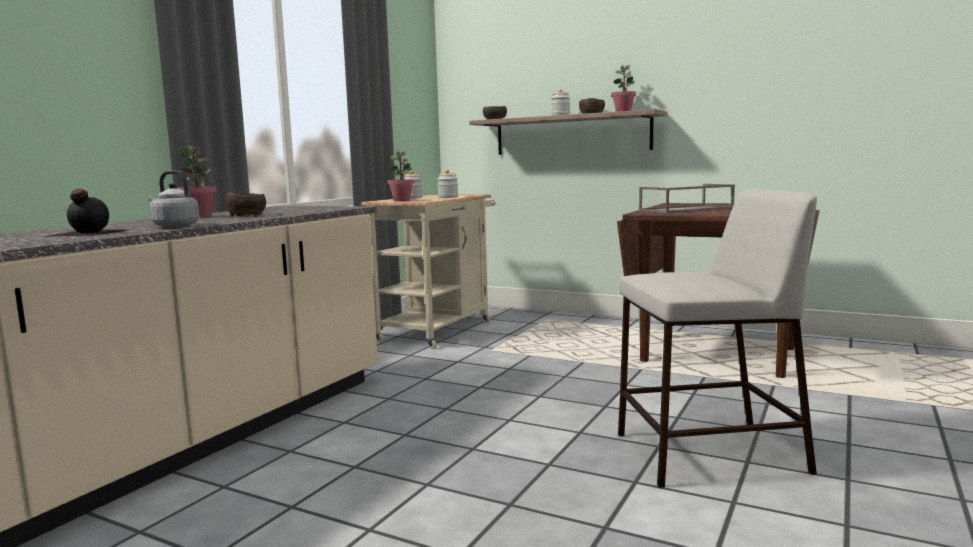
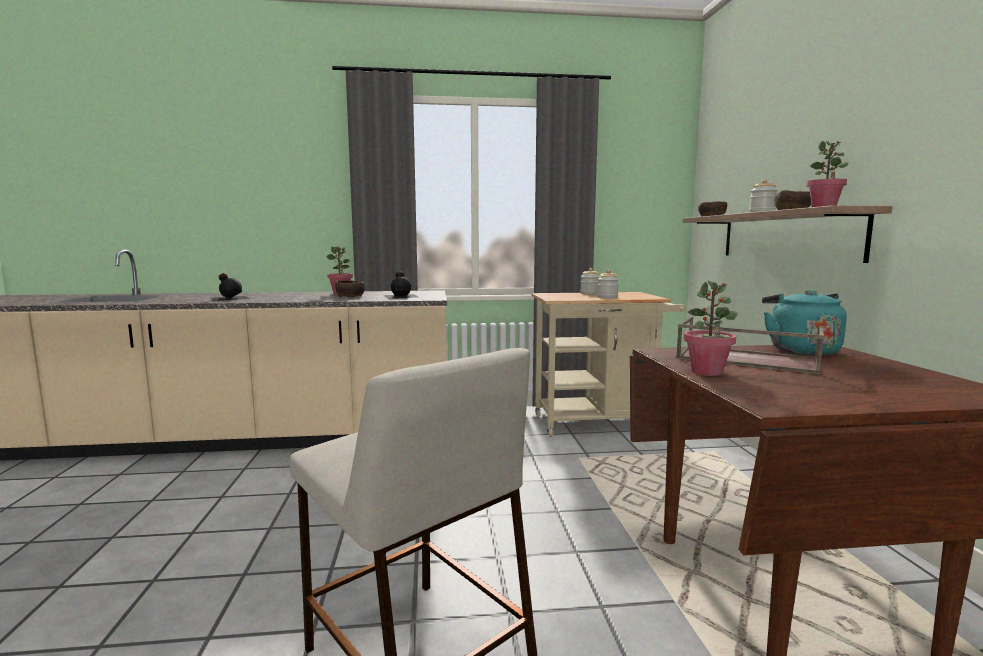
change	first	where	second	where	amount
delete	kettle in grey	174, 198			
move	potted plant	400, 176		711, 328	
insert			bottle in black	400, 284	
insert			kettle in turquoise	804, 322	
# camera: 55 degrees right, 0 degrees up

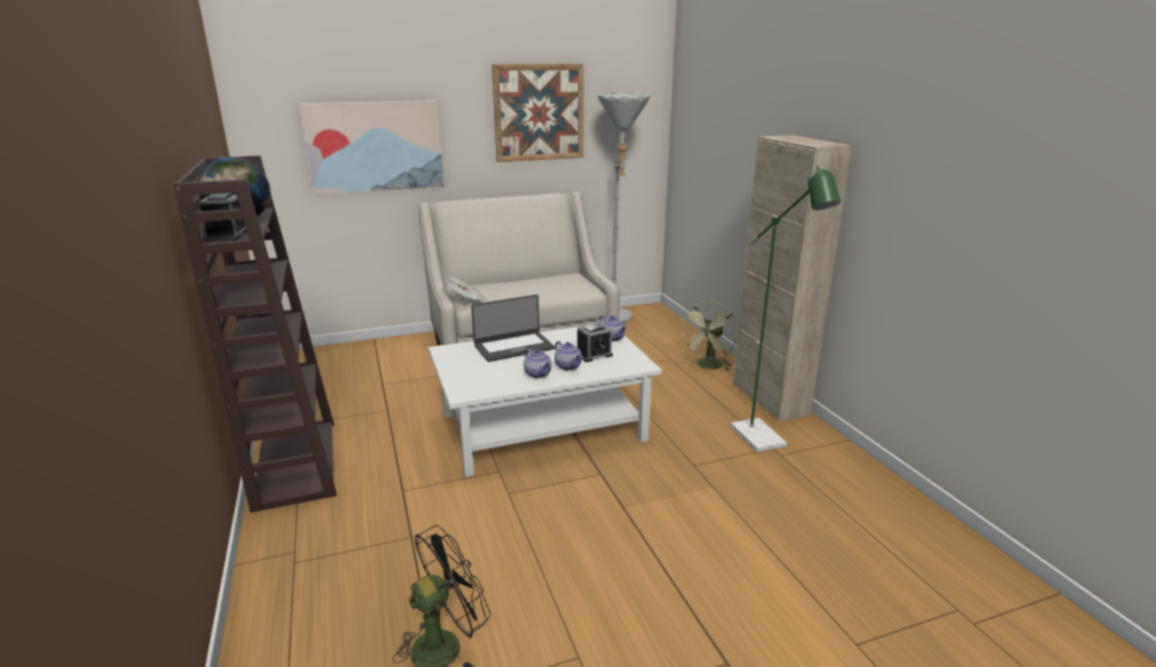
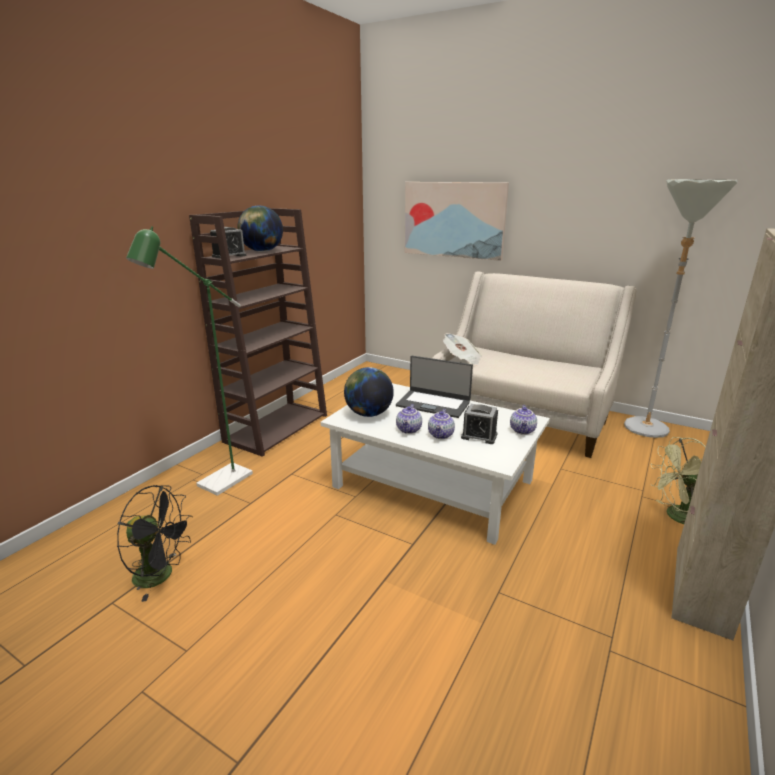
change	first	where	second	where	amount
delete	picture	538, 113			
move	floor lamp in green	786, 309		189, 361	
insert			globe	369, 392	
# camera: 50 degrees right, 0 degrees up

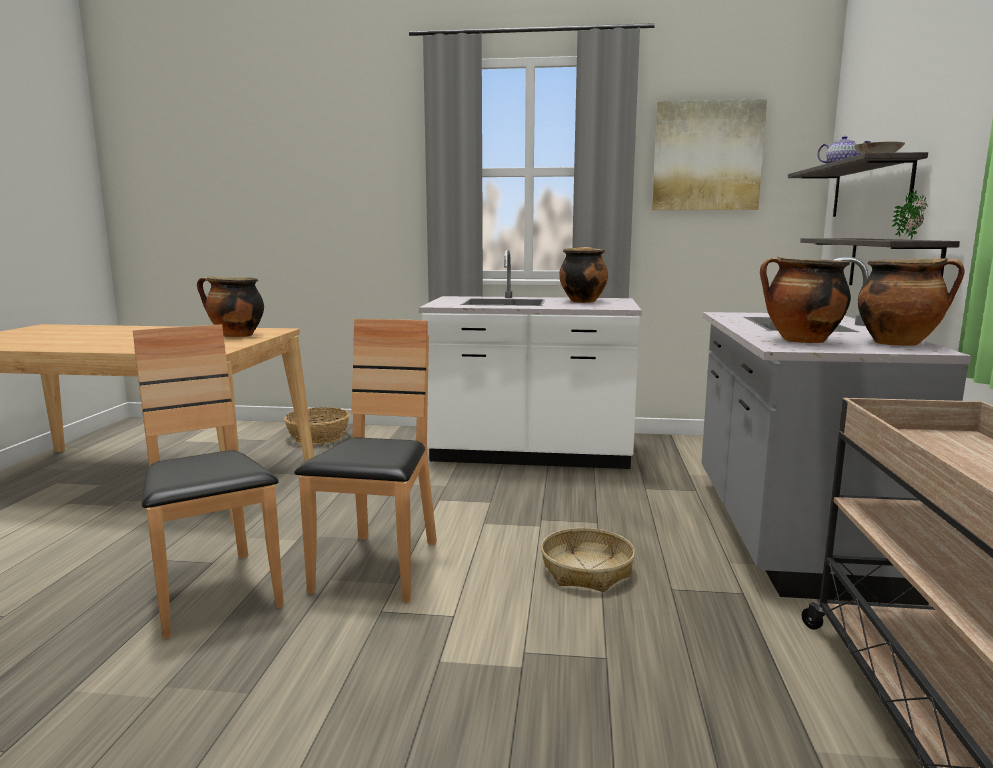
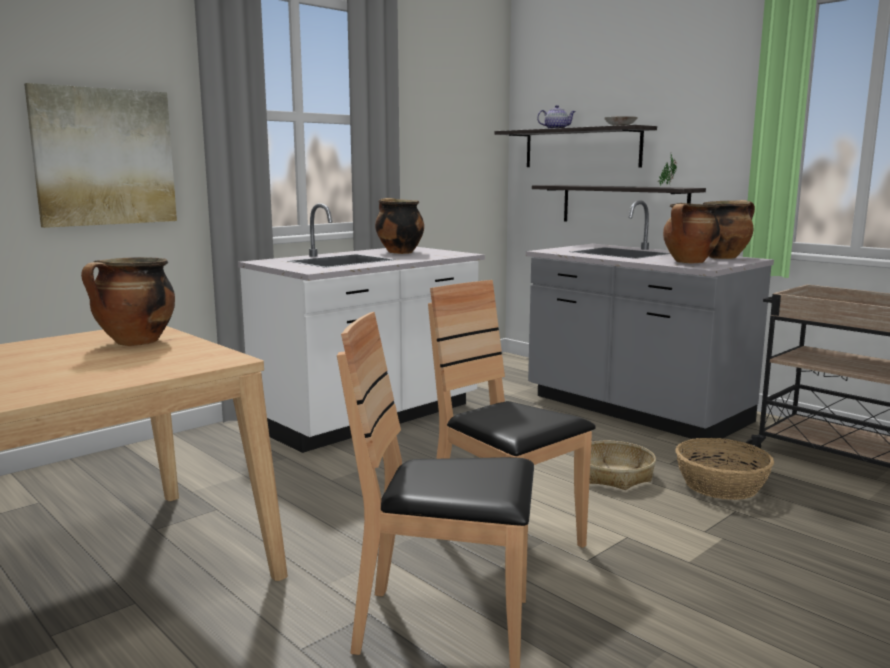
change	first	where	second	where	amount
move	basket	317, 426		725, 469	
move	picture	709, 154		100, 155	
# camera: 50 degrees left, 0 degrees up

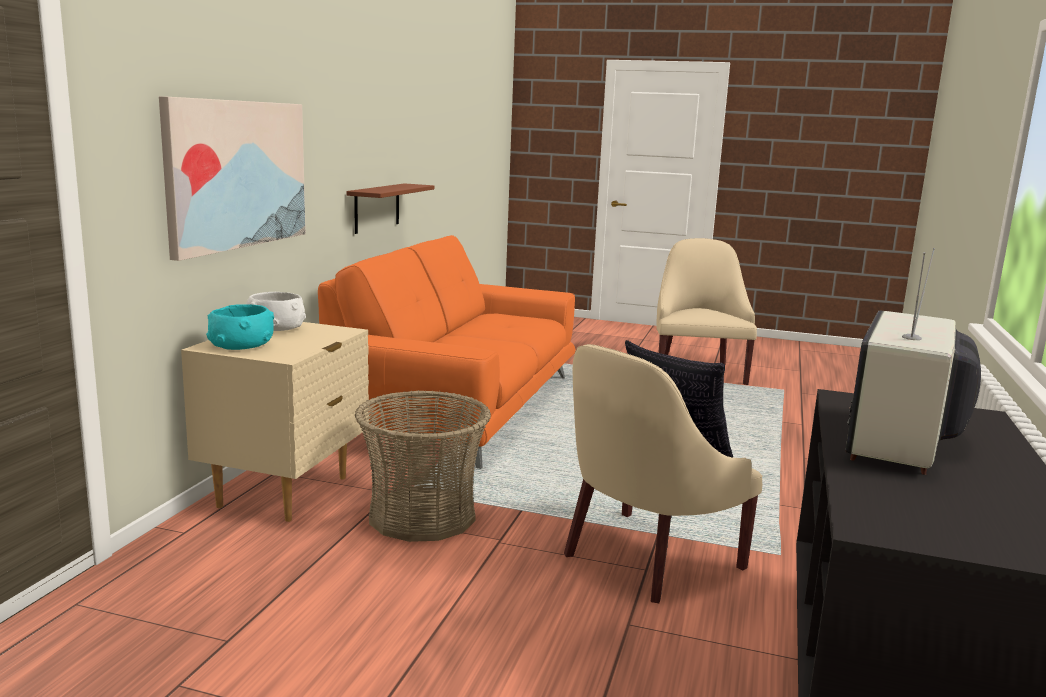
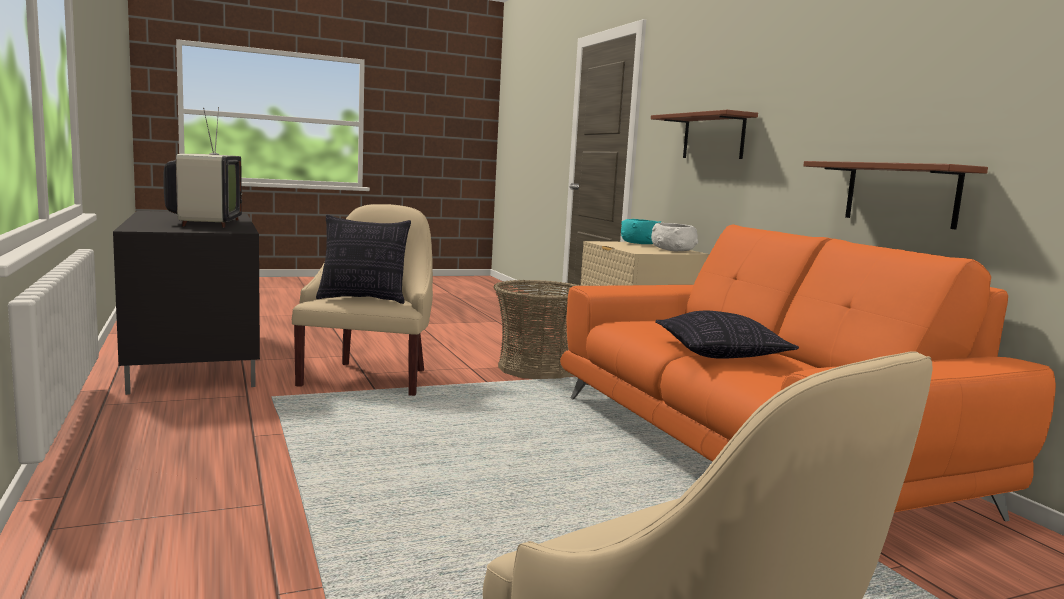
change	first	where	second	where	amount
replace	picture	232, 178	shelf in brown	704, 134	
insert			pillow	727, 335	
# camera: 140 degrees right, 5 degrees down

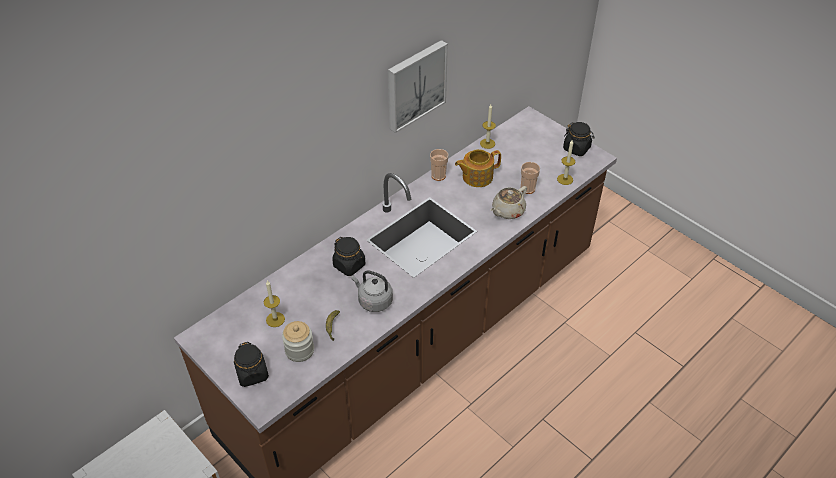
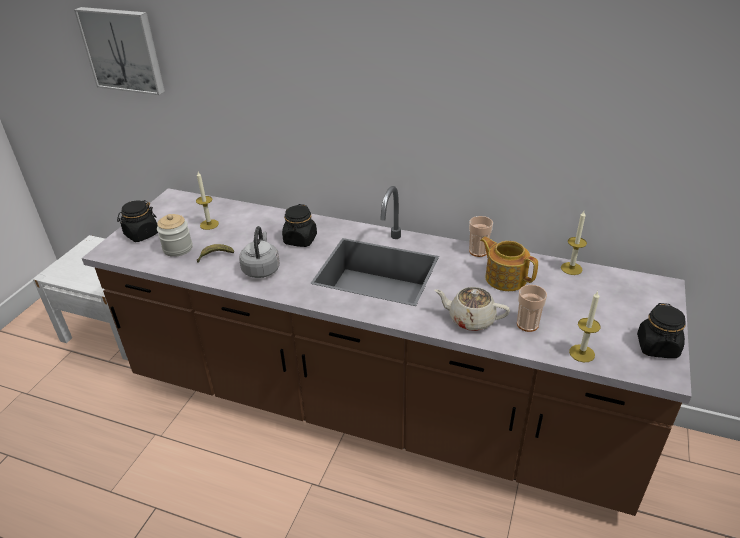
change	first	where	second	where	amount
move	picture	418, 86		119, 51	
# camera: 65 degrees right, 10 degrees down

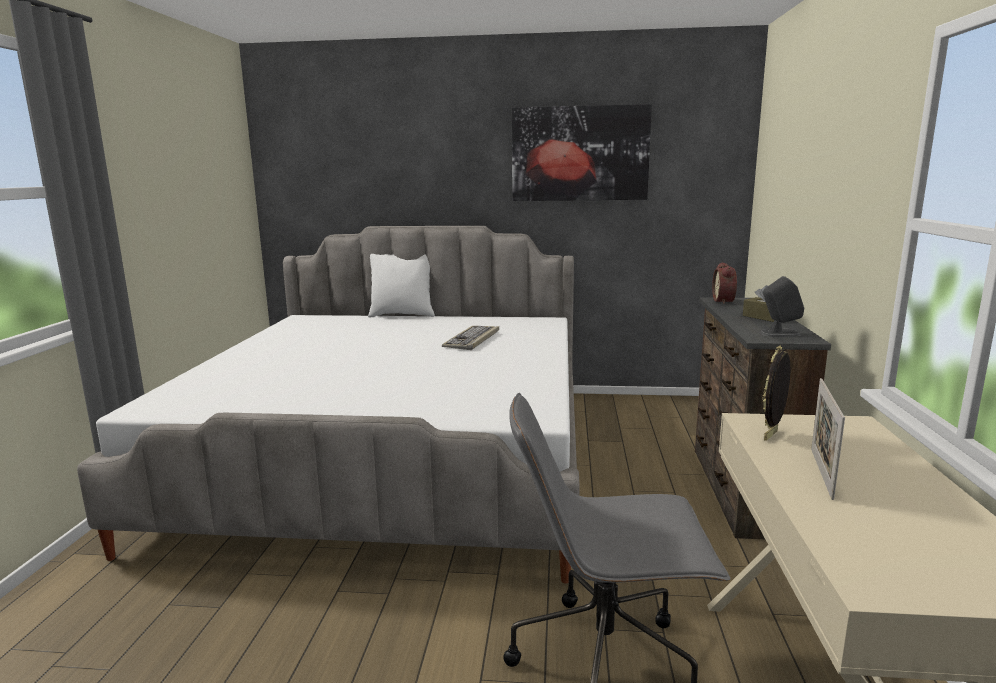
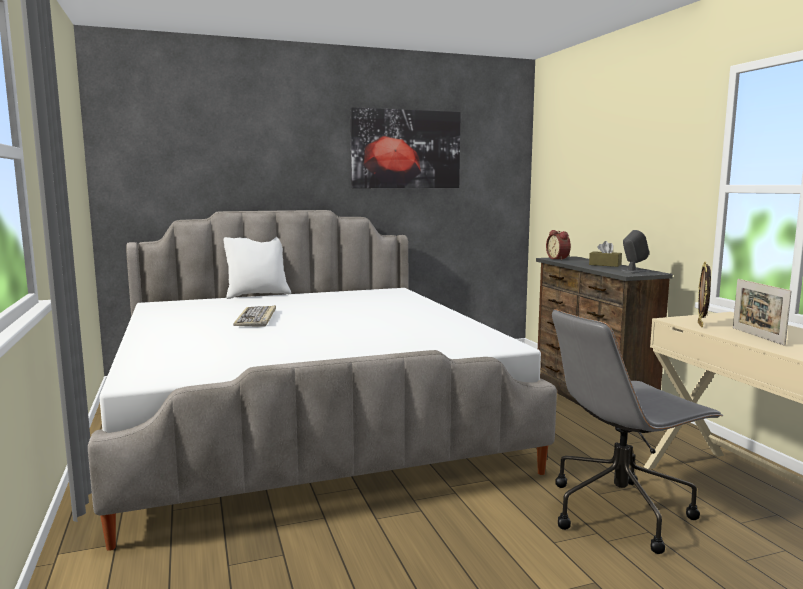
change	first	where	second	where	amount
move	keyboard	470, 338		254, 316	
# camera: 25 degrees left, 5 degrees down

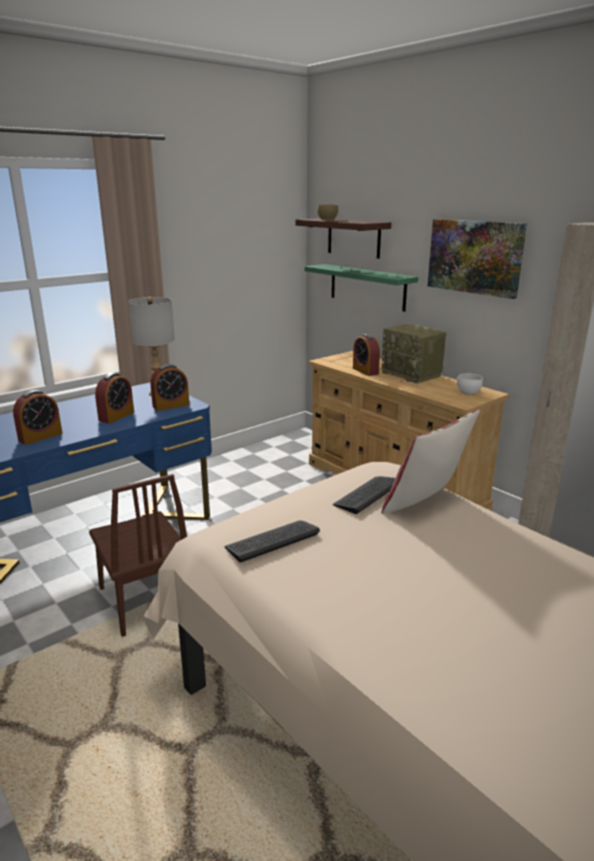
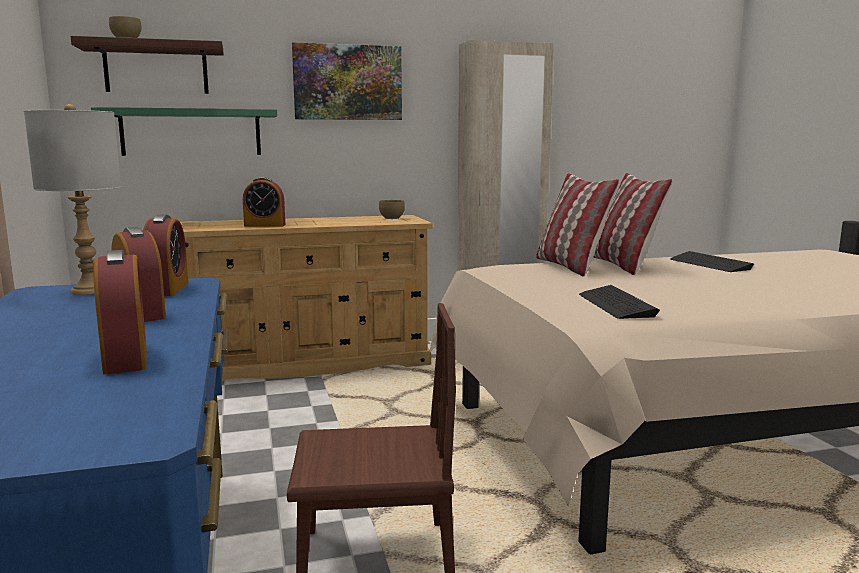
change	first	where	second	where	amount
move	keyboard	363, 495		712, 261	
delete	radio	413, 353			
recolor	bowl in white	470, 384	bowl in brown	392, 209	
insert			pillow	633, 224	
# camera: 65 degrees left, 10 degrees down

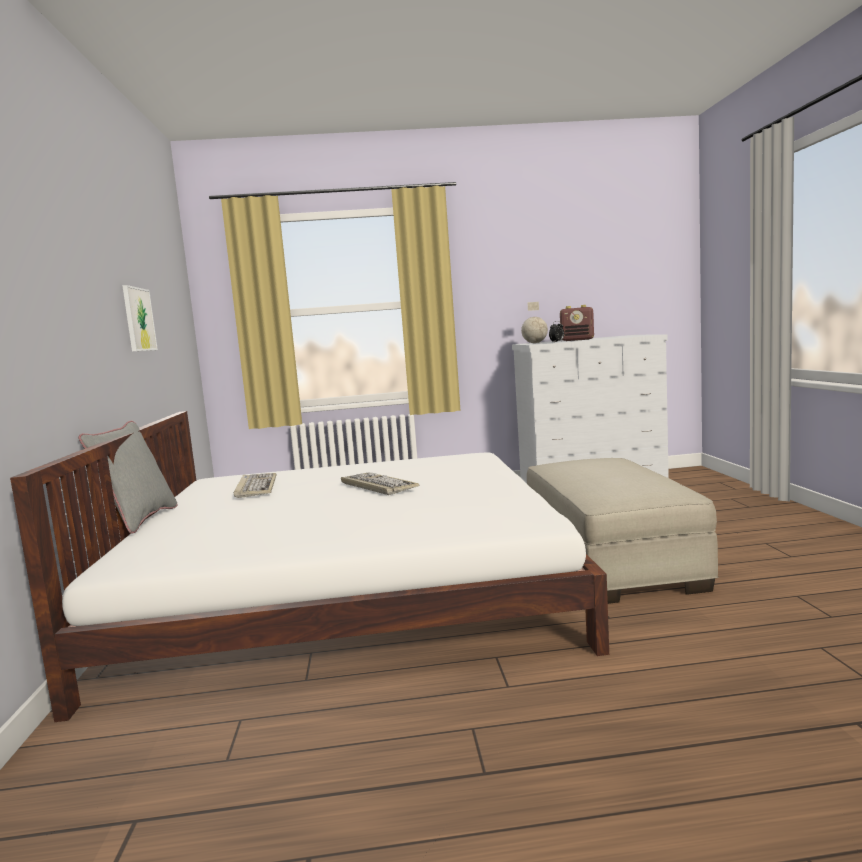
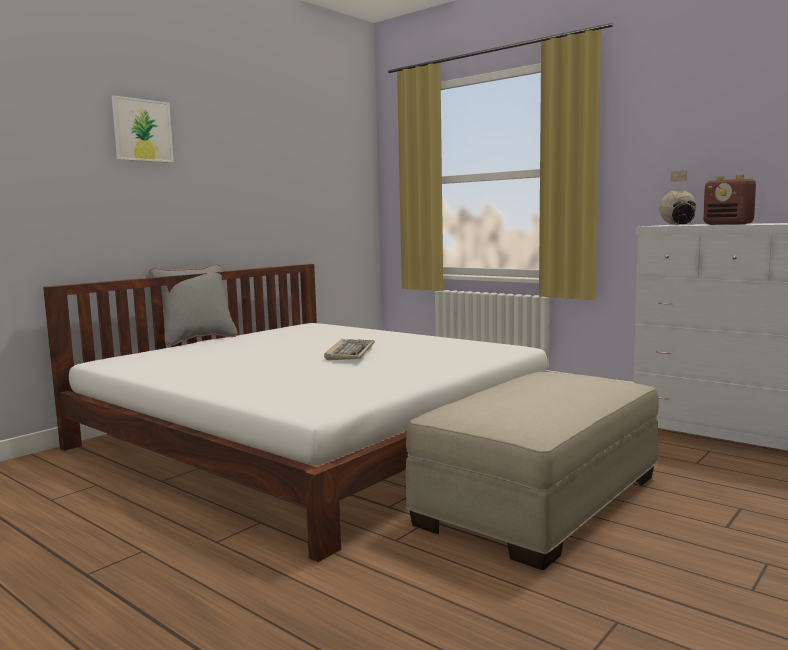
change	first	where	second	where	amount
move	picture	140, 318		143, 129	
delete	keyboard	255, 485			
# camera: 45 degrees right, 0 degrees up

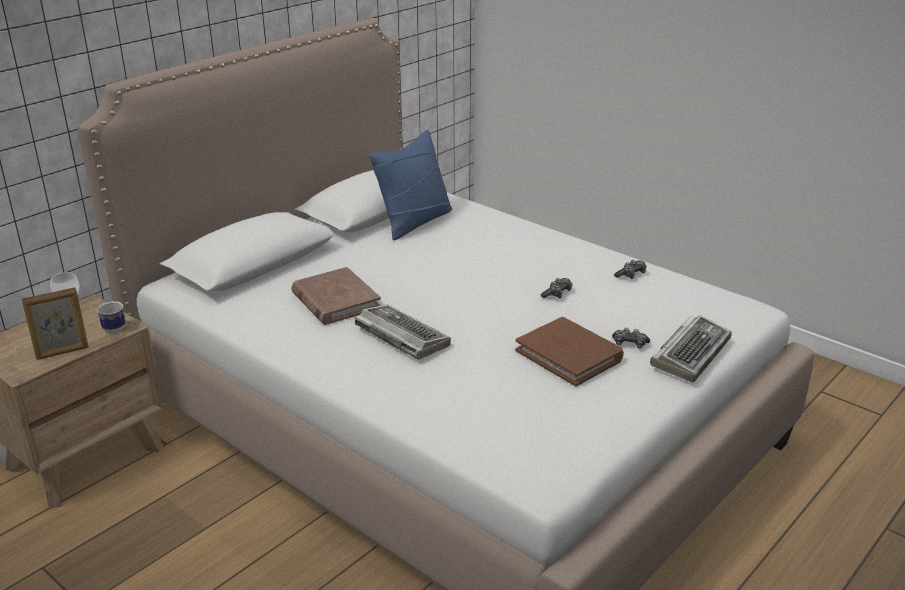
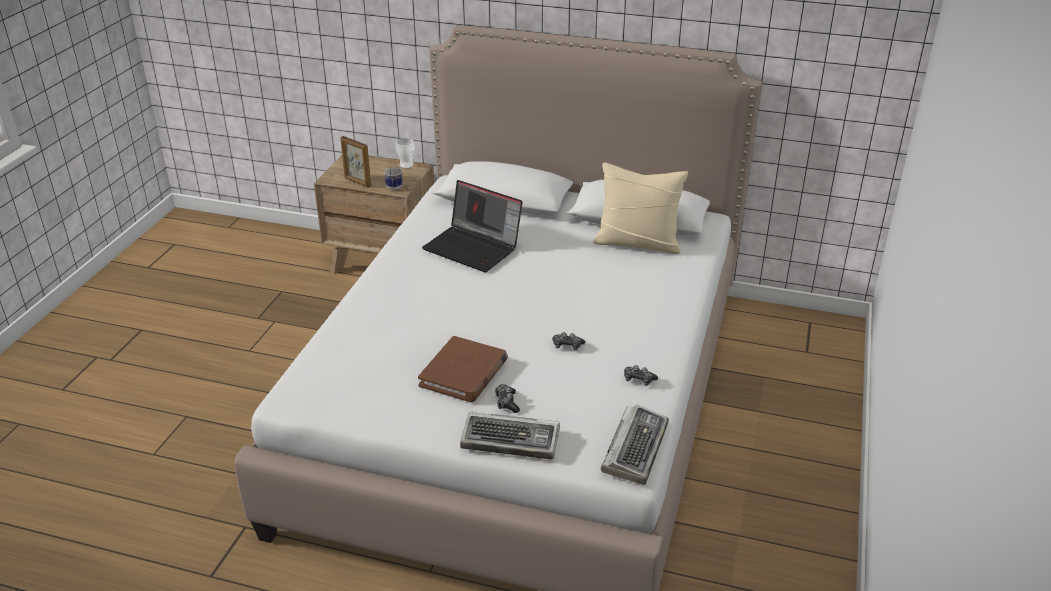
change	first	where	second	where	amount
replace	book in brown	336, 296	laptop	472, 226	
move	keyboard	403, 332		635, 445	
recolor	pillow in blue	410, 185	pillow in beige	640, 208	
# camera: 65 degrees right, 5 degrees up

